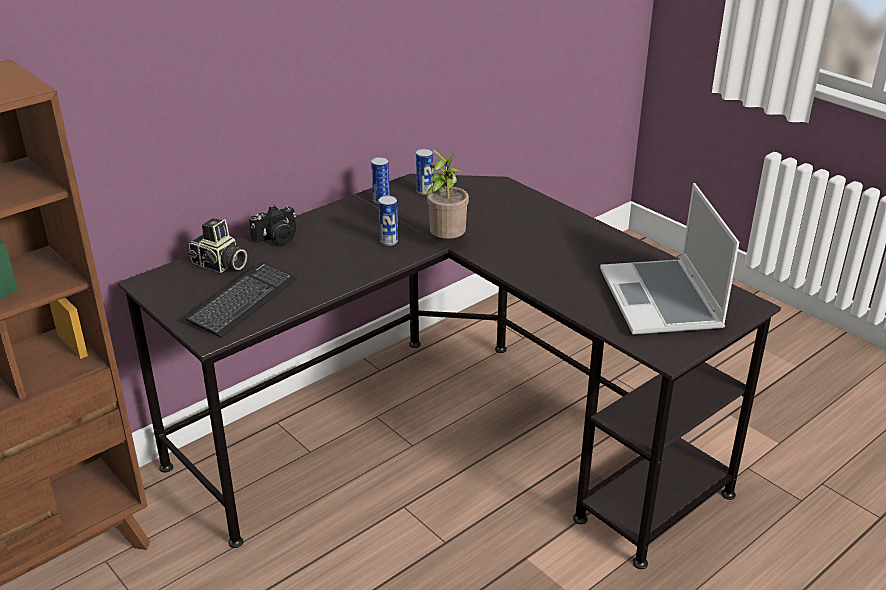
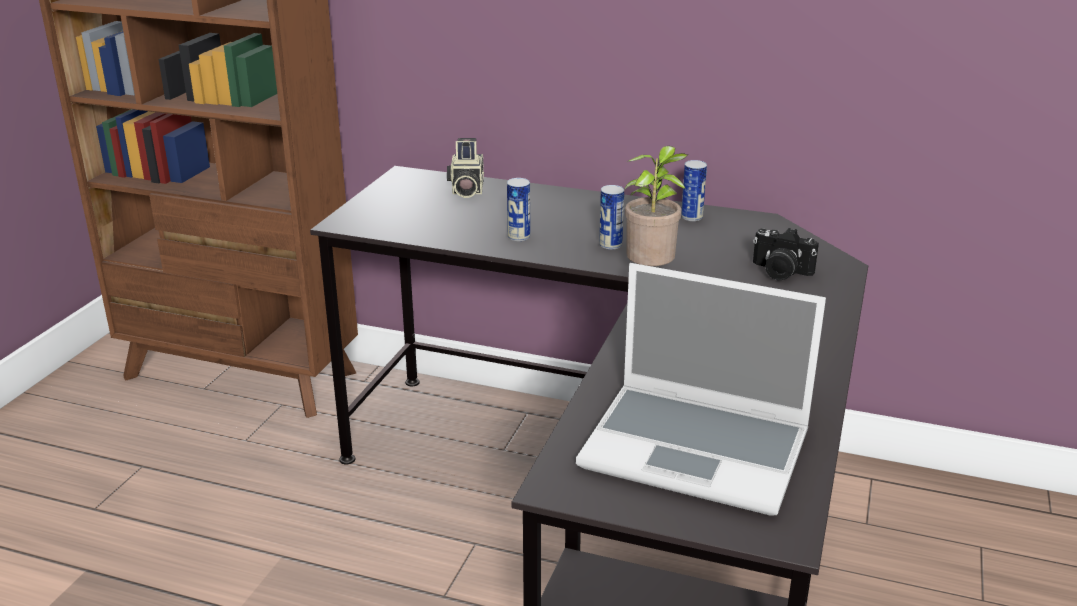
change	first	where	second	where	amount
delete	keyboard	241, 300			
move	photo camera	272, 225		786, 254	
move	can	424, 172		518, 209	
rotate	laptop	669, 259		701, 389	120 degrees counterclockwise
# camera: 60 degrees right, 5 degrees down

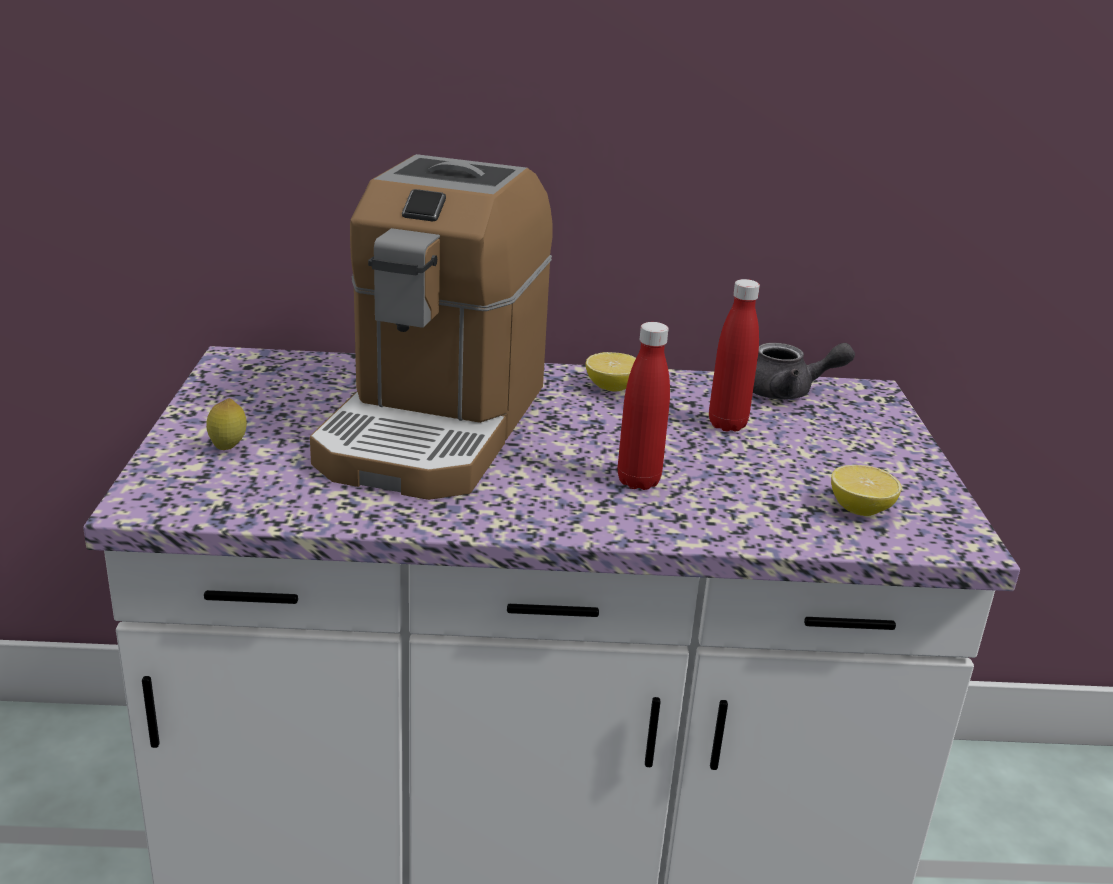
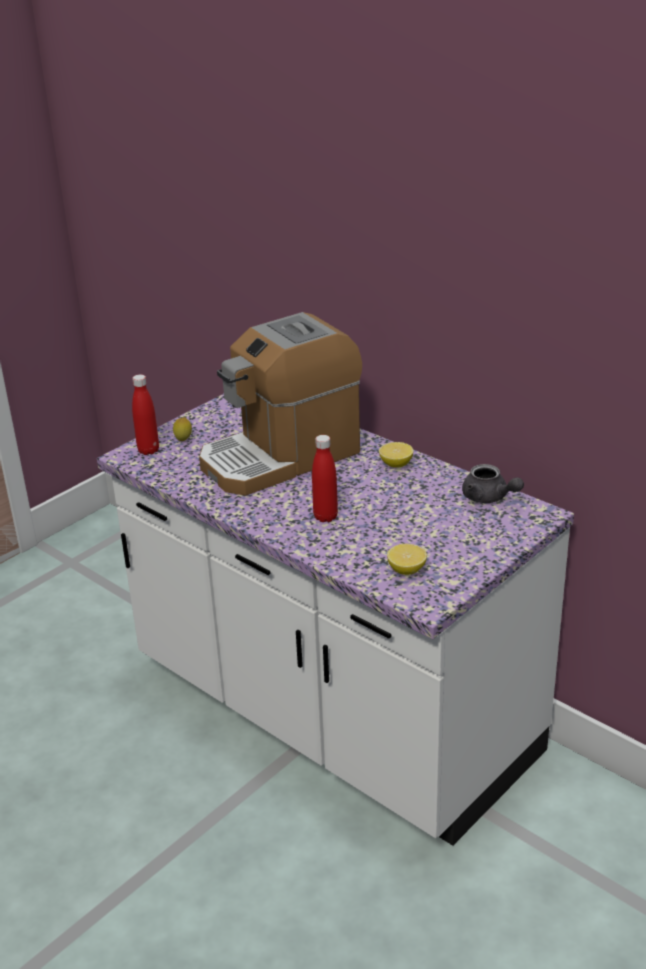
change	first	where	second	where	amount
move	bottle in red	734, 355		145, 414	
# camera: 45 degrees right, 5 degrees up

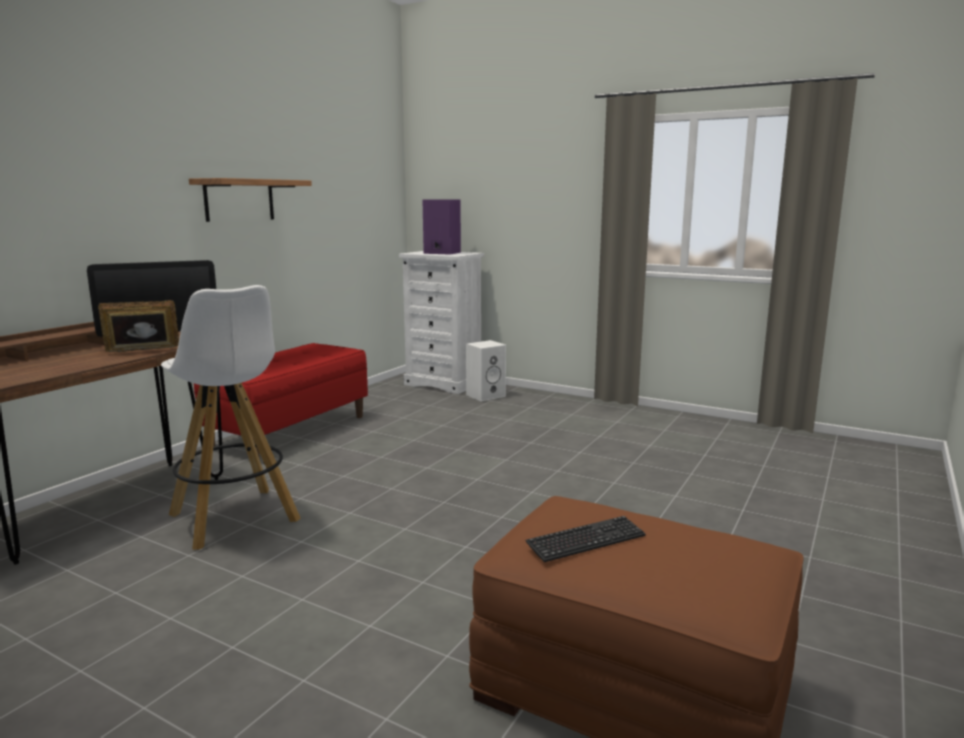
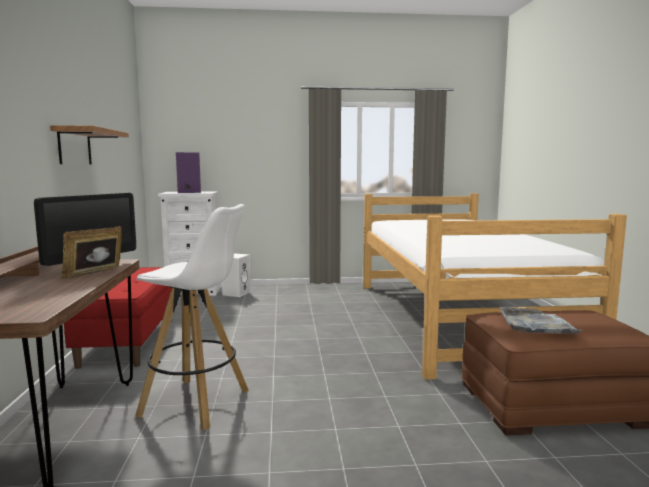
change	first	where	second	where	amount
replace	keyboard	585, 539	tray in grey	542, 320	
insert			bed	495, 286	
# camera: 35 degrees left, 5 degrees down

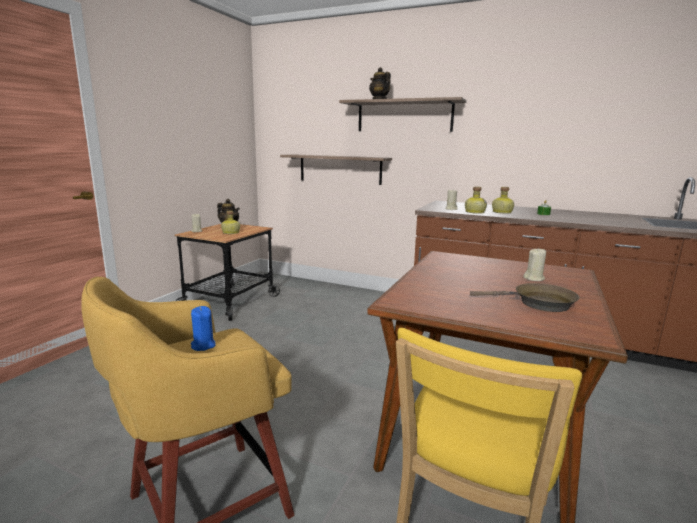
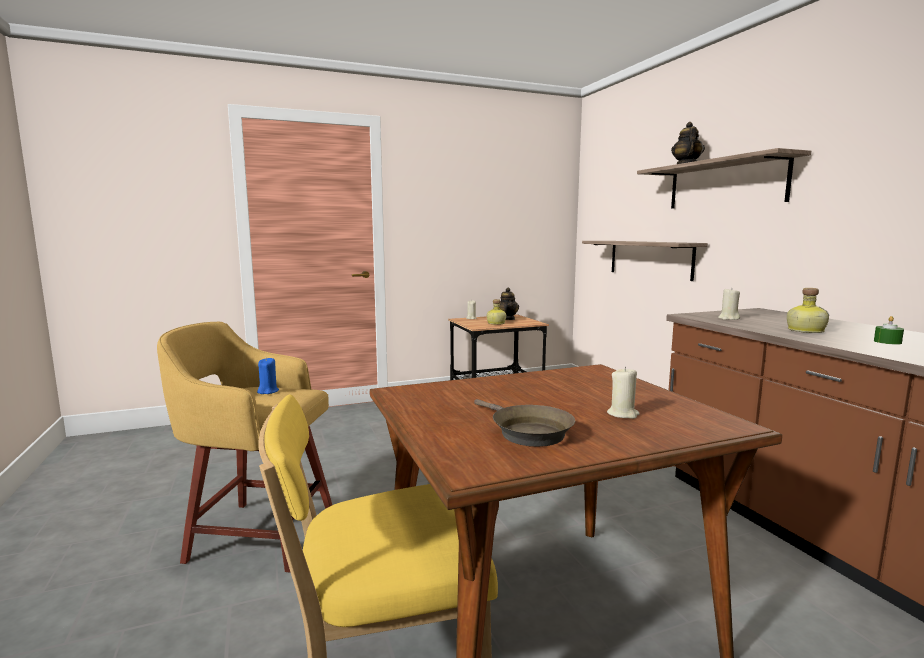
change	first	where	second	where	amount
delete	bottle	476, 200			
# camera: 45 degrees right, 5 degrees down

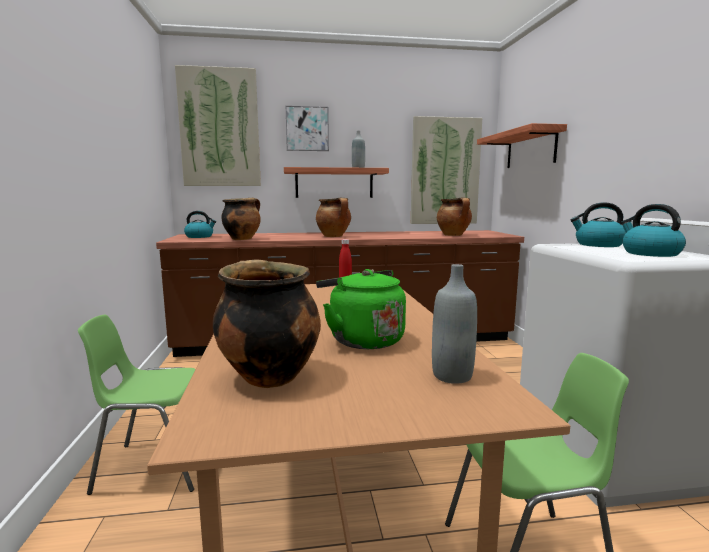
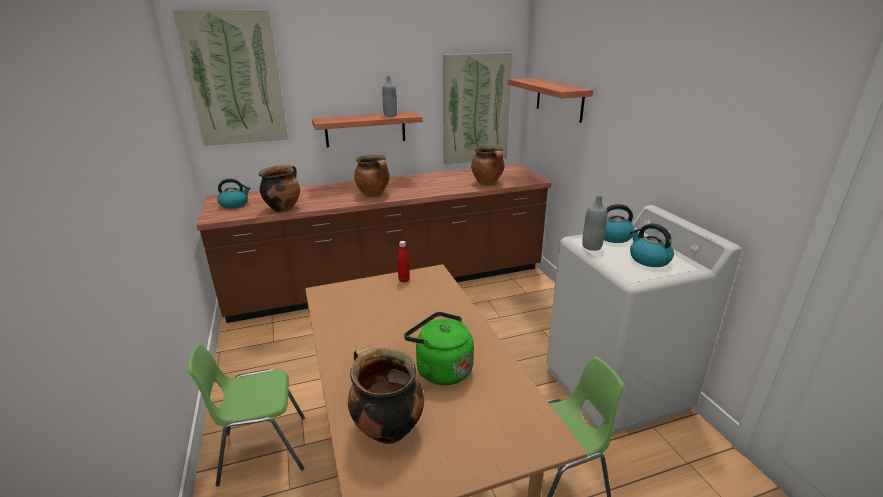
change	first	where	second	where	amount
delete	picture	307, 128			
move	bottle in grey	454, 324		594, 223	
# camera: 10 degrees left, 15 degrees up

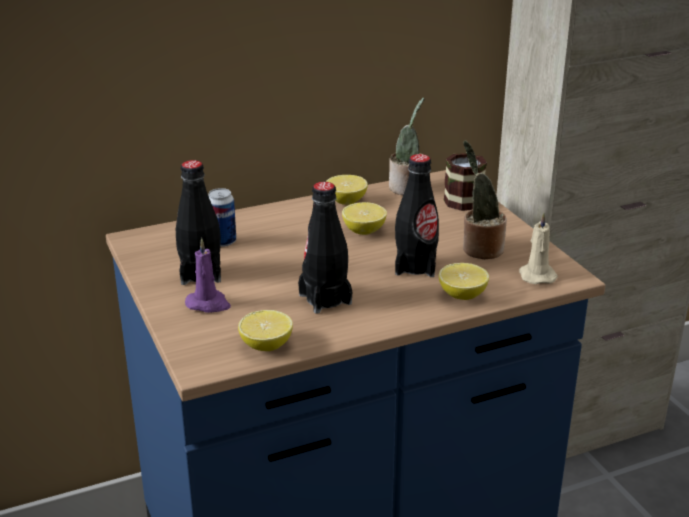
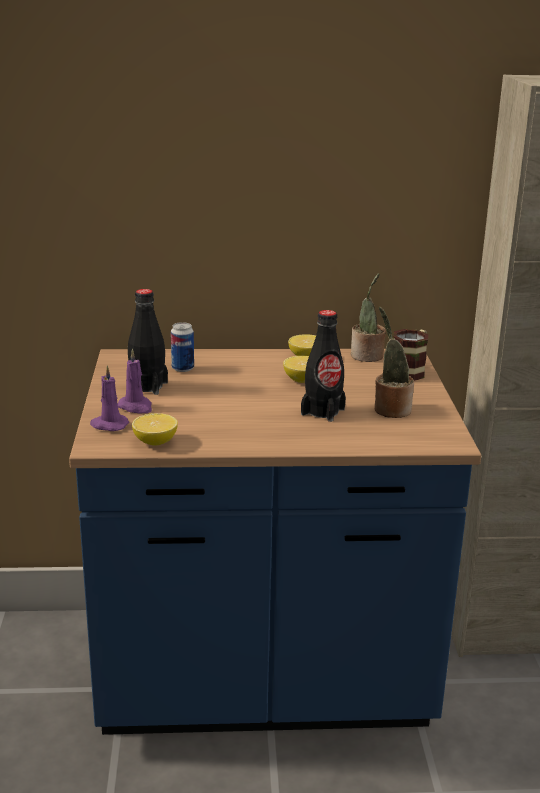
change	first	where	second	where	amount
delete	bottle in black	325, 247			
delete	lemon	464, 281			
delete	candle in beige	538, 248			
insert			candle in purple	109, 398	
# camera: 20 degrees right, 5 degrees down

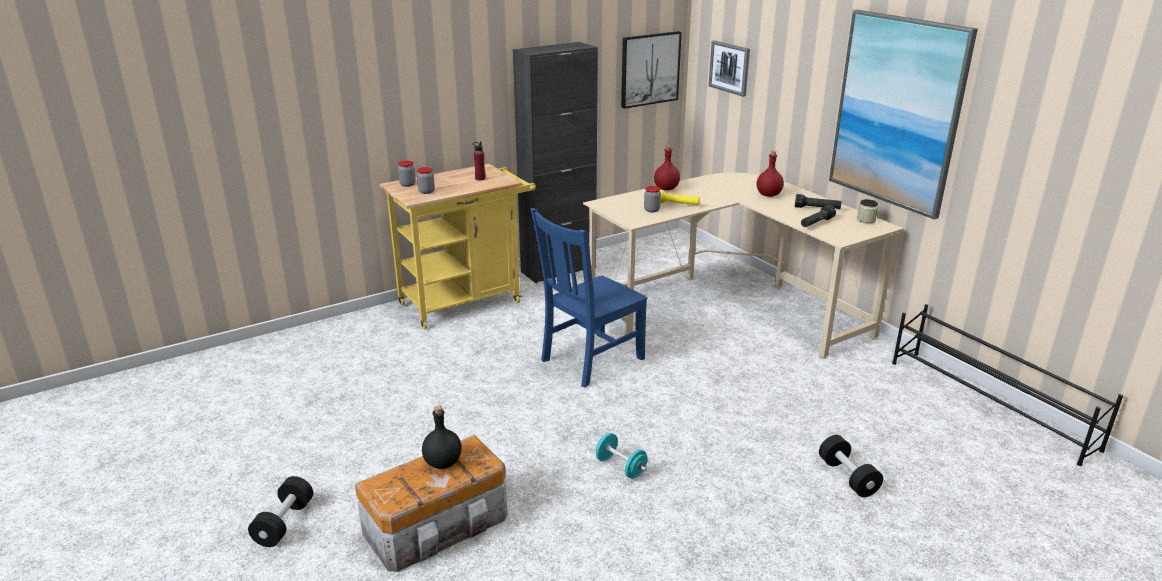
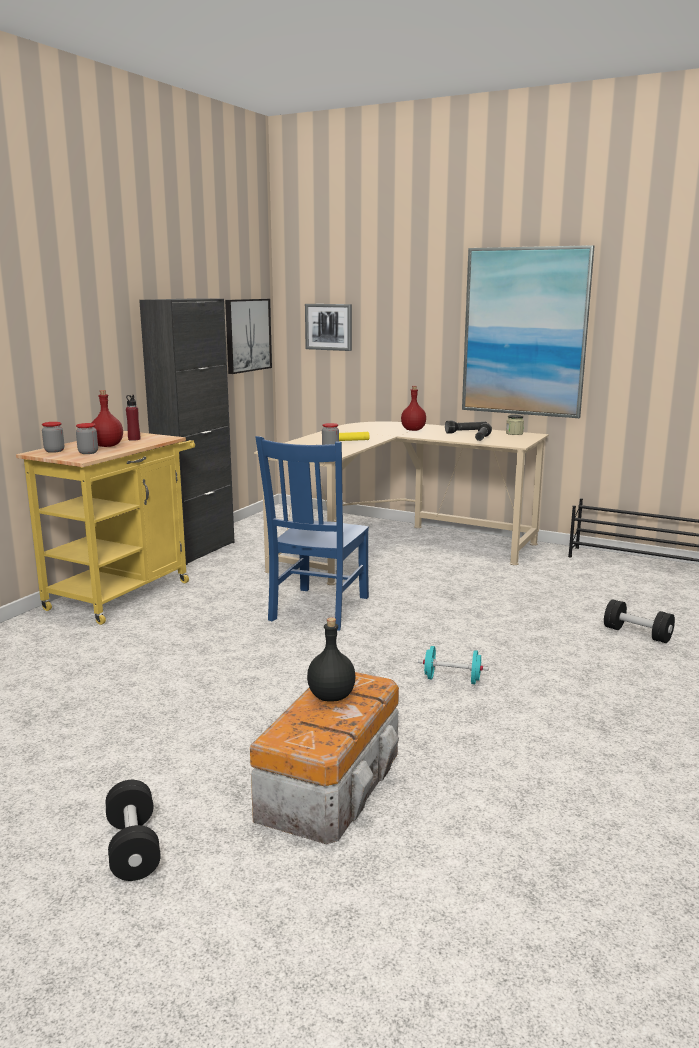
change	first	where	second	where	amount
move	bottle in red	667, 168		107, 418	
# camera: 30 degrees left, 10 degrees down

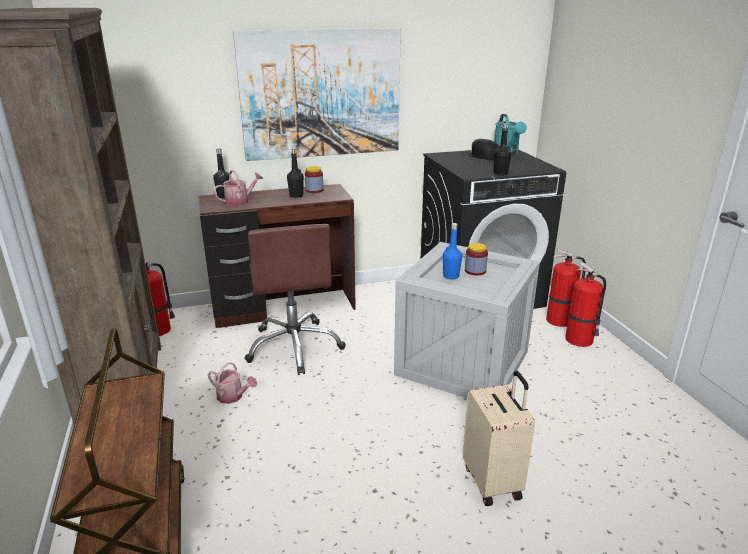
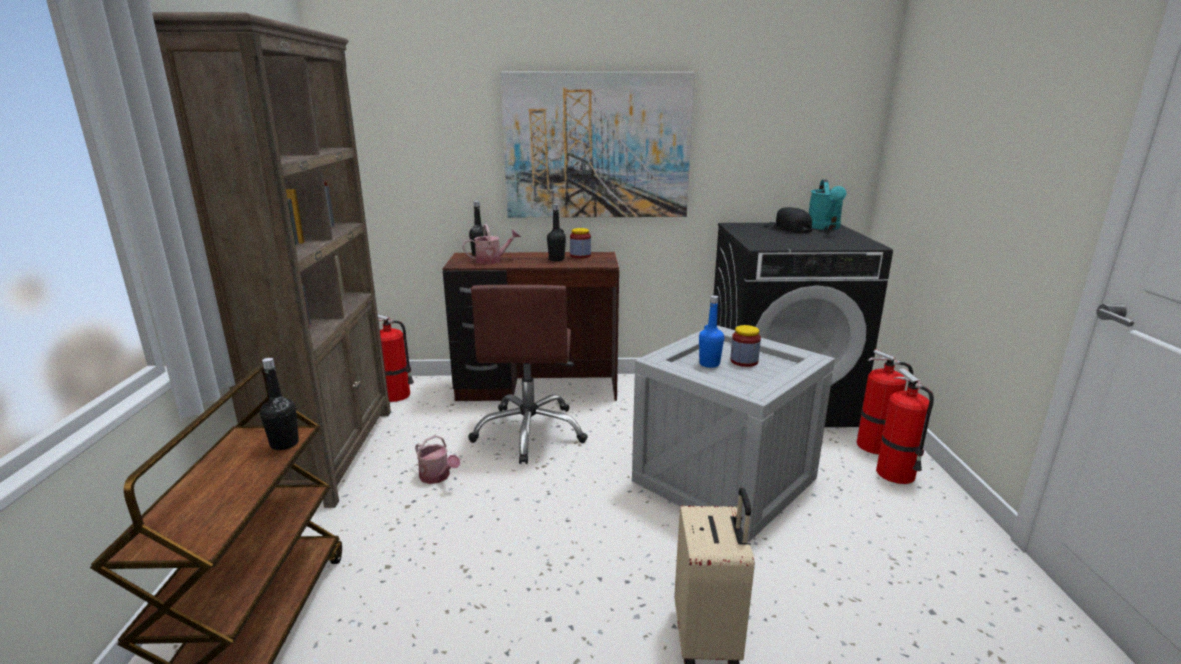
change	first	where	second	where	amount
move	bottle in black	502, 149		279, 404	
# camera: 15 degrees right, 5 degrees down

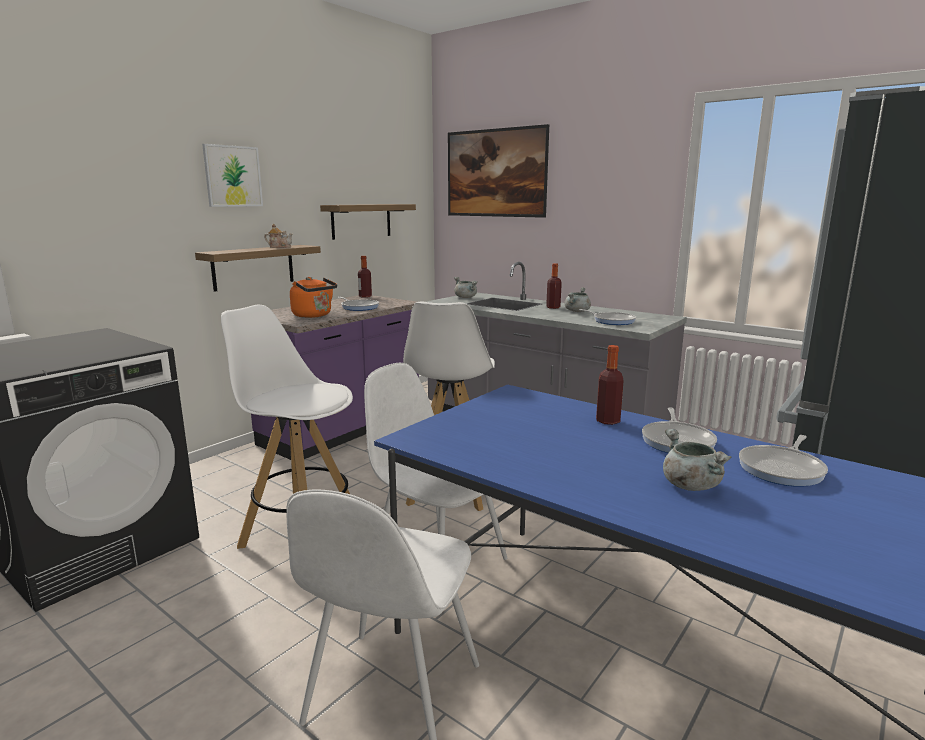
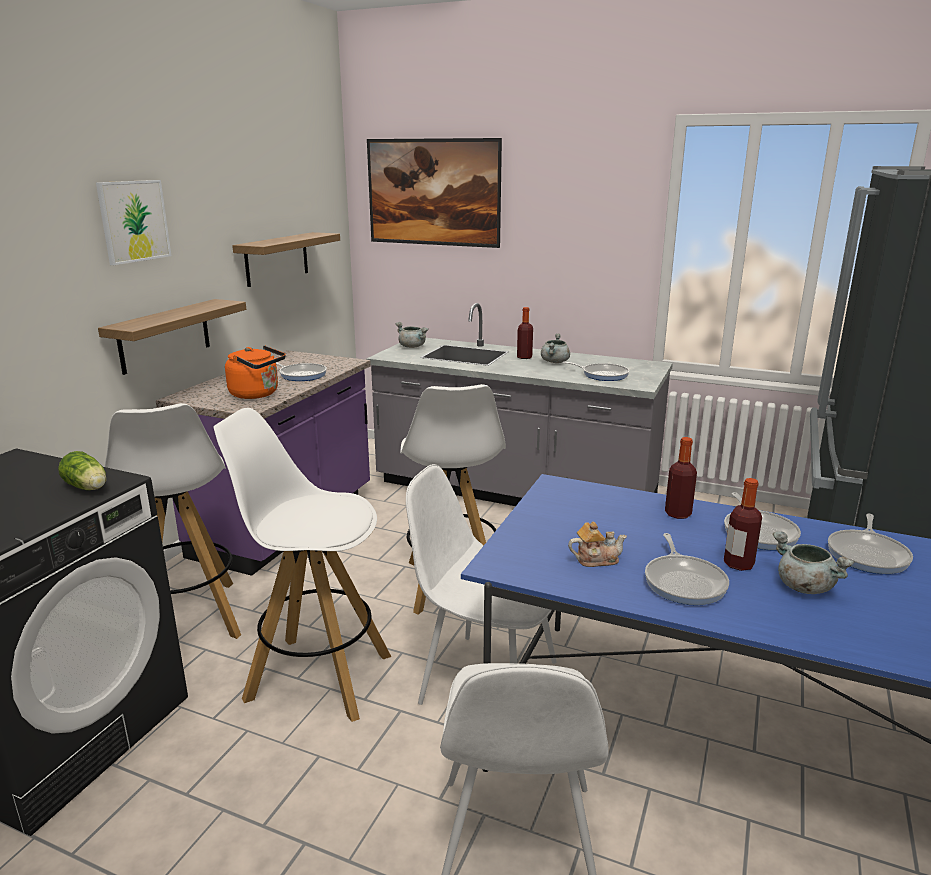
change	first	where	second	where	amount
move	teapot	278, 236		597, 544	
move	bottle	365, 277		743, 524	
insert			lettuce	82, 470	
insert			stool in white	172, 521	
insert			frying pan	687, 569	
# camera: 15 degrees left, 5 degrees up

